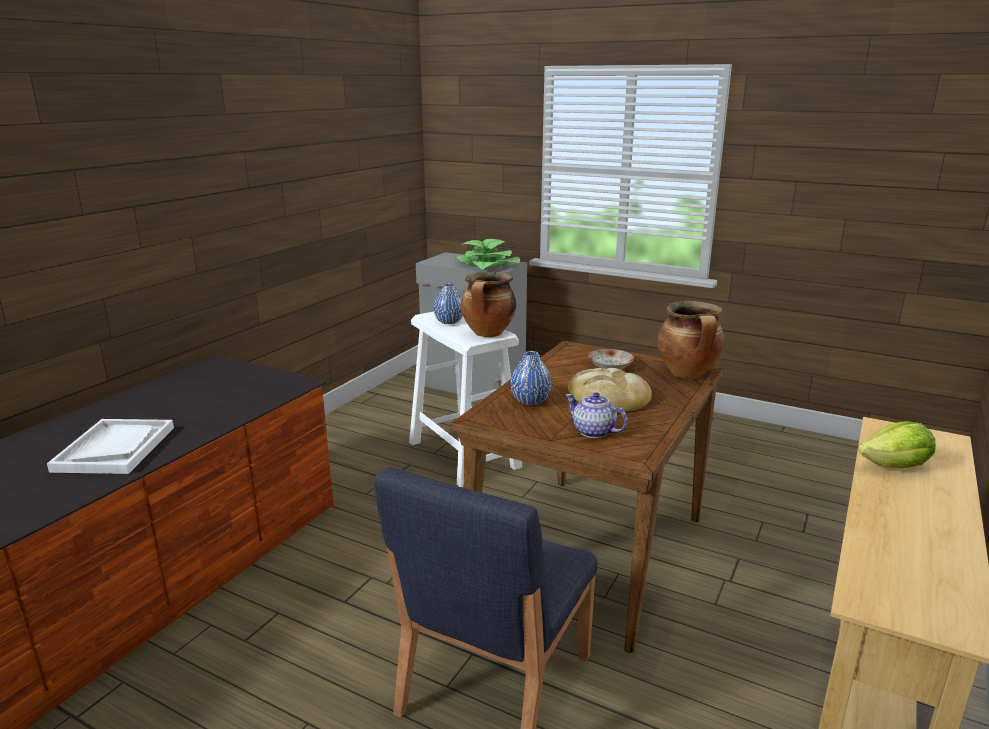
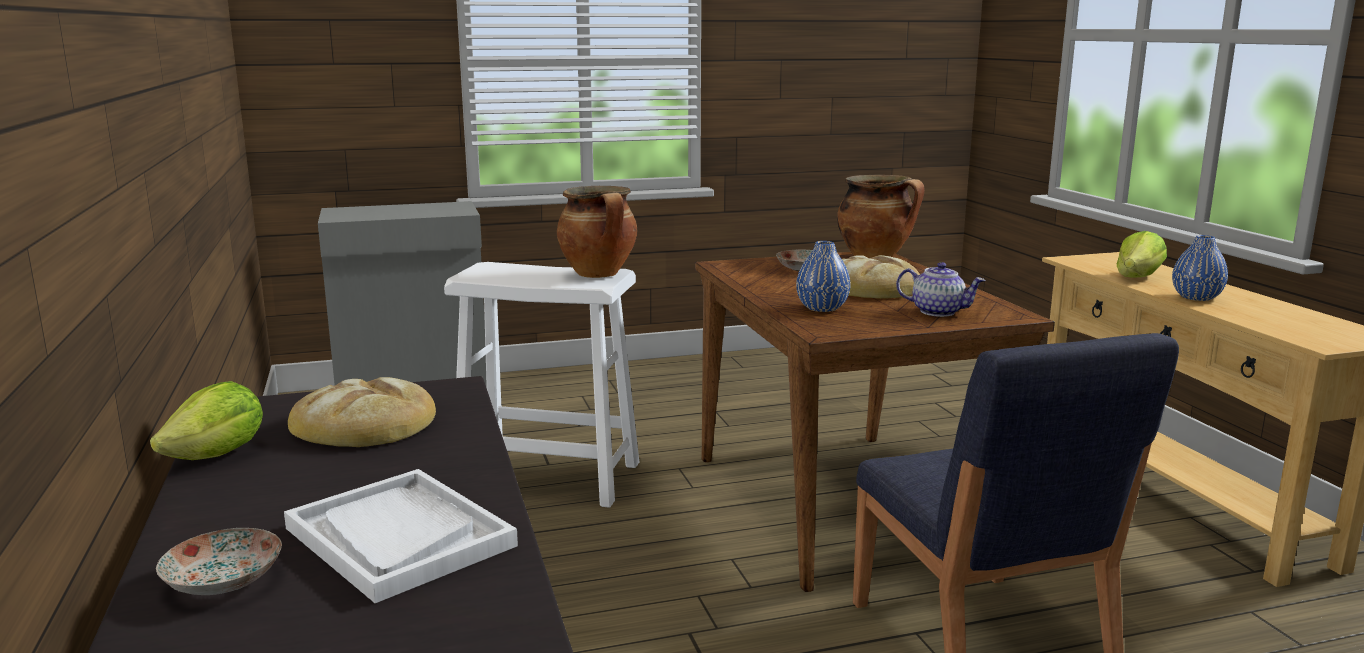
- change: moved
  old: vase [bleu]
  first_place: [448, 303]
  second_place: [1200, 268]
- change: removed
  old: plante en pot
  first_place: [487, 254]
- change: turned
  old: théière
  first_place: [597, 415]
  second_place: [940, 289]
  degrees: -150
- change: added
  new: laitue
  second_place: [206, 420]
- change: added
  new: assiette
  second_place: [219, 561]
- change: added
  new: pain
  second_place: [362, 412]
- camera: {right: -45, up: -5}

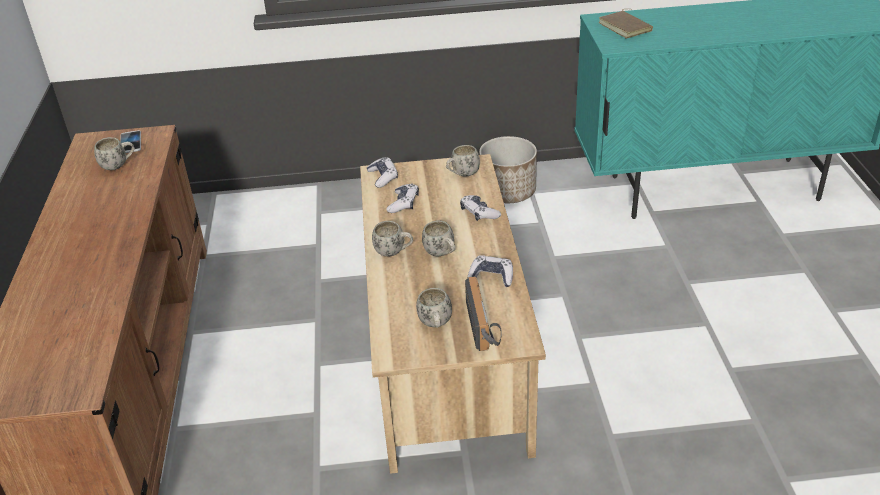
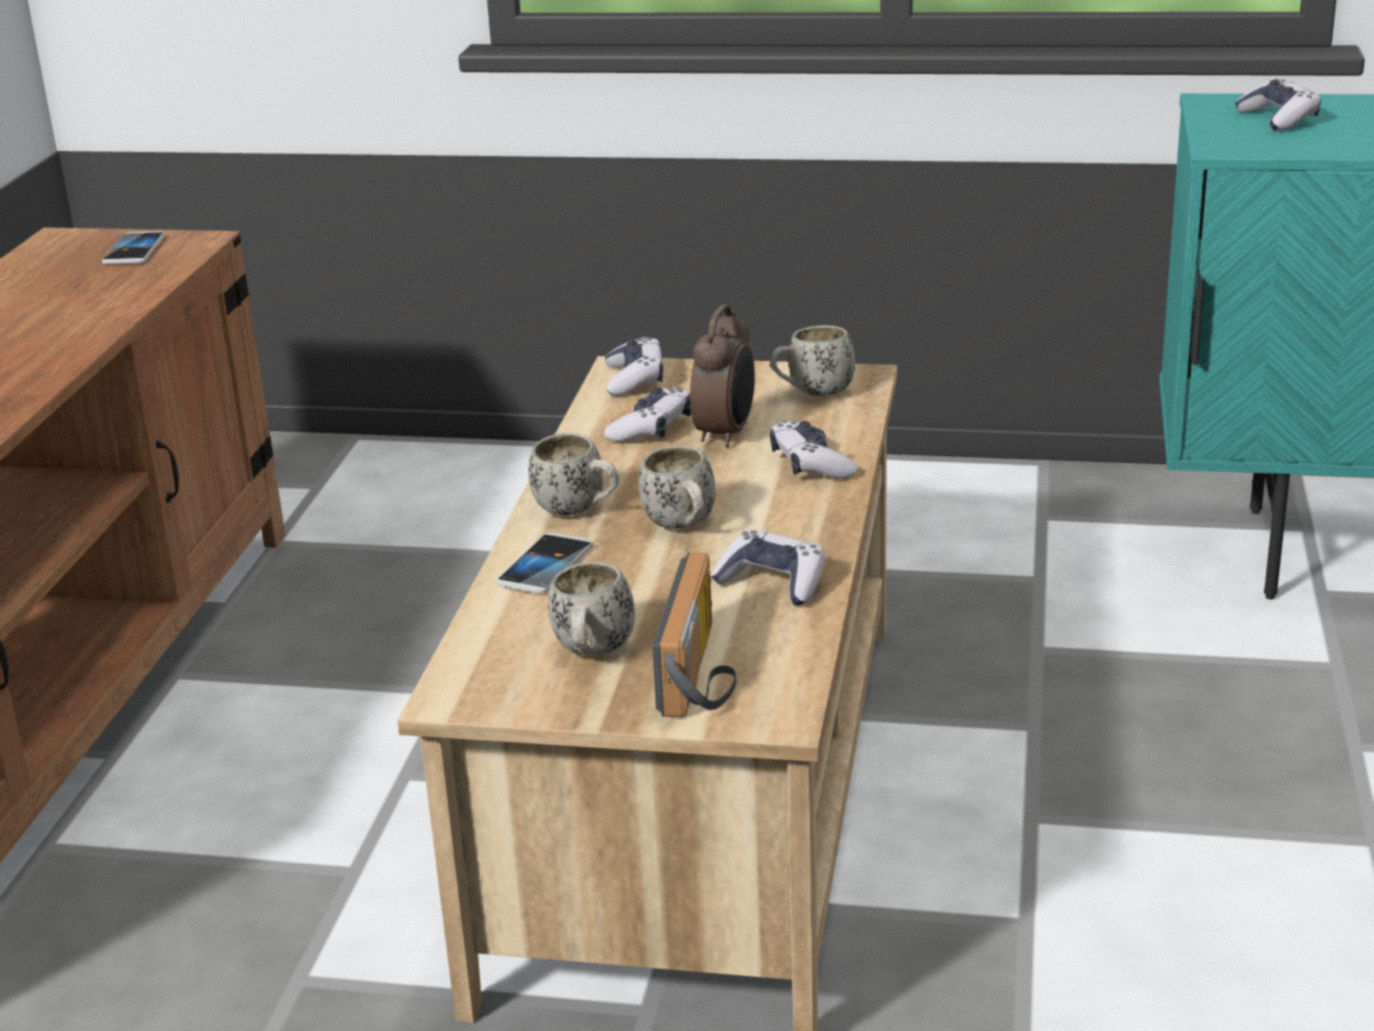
- change: removed
  old: mug [blanc]
  first_place: [114, 153]
- change: removed
  old: cache-pot
  first_place: [508, 169]
- change: replaced
  old: livre [marron]
  new: manette
  first_place: [626, 24]
  second_place: [1278, 104]
- change: added
  new: téléphone
  second_place: [545, 563]
- change: added
  new: réveil
  second_place: [722, 376]
- camera: {right: 15, up: -10}

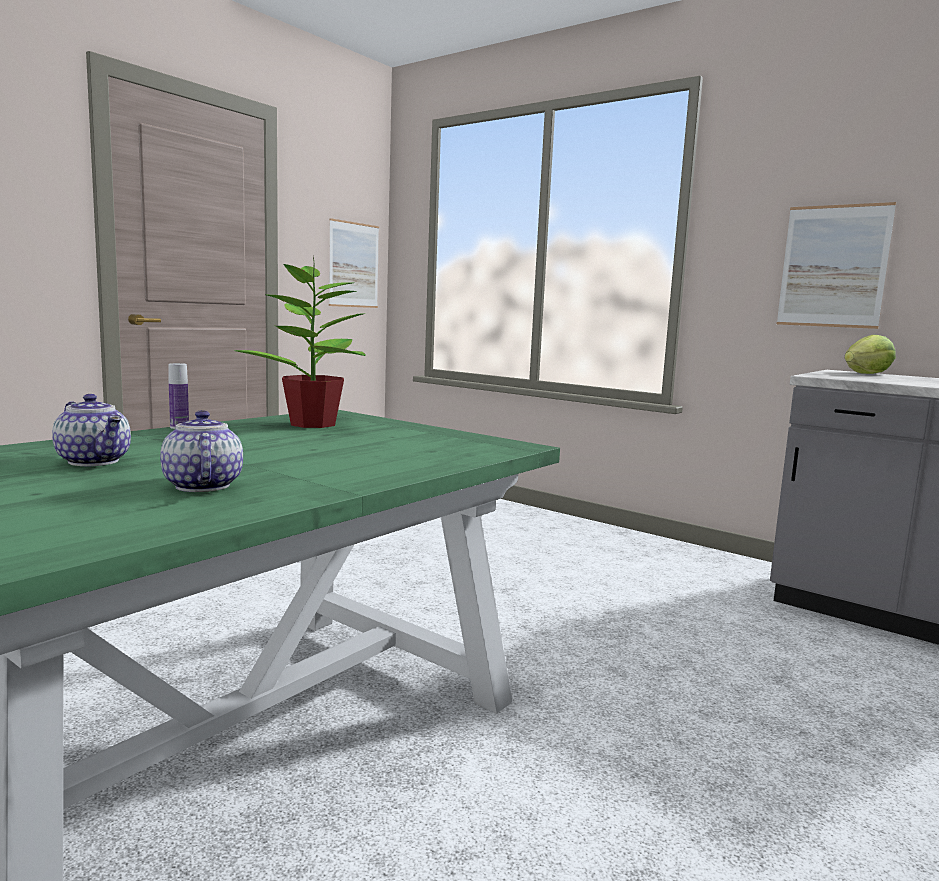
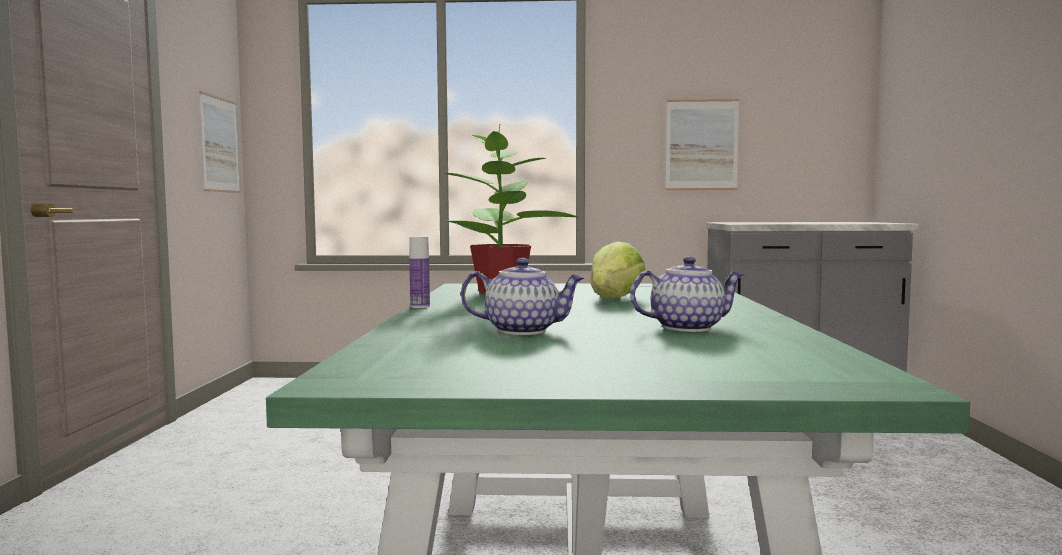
- change: turned
  old: théière
  first_place: [201, 451]
  second_place: [687, 294]
  degrees: 135
- change: moved
  old: laitue
  first_place: [870, 354]
  second_place: [618, 270]
- camera: {right: -35, up: -5}

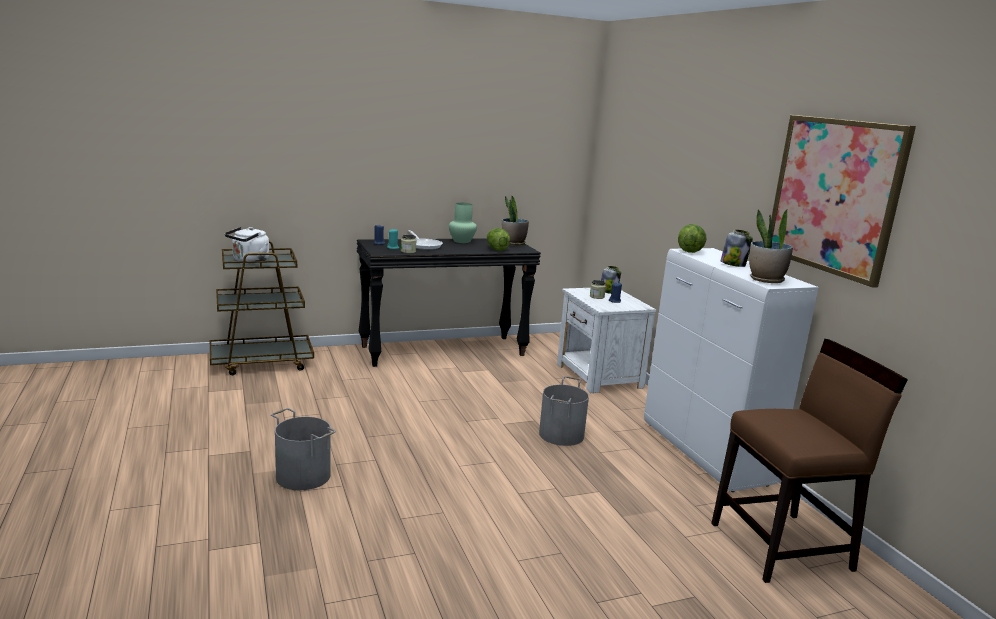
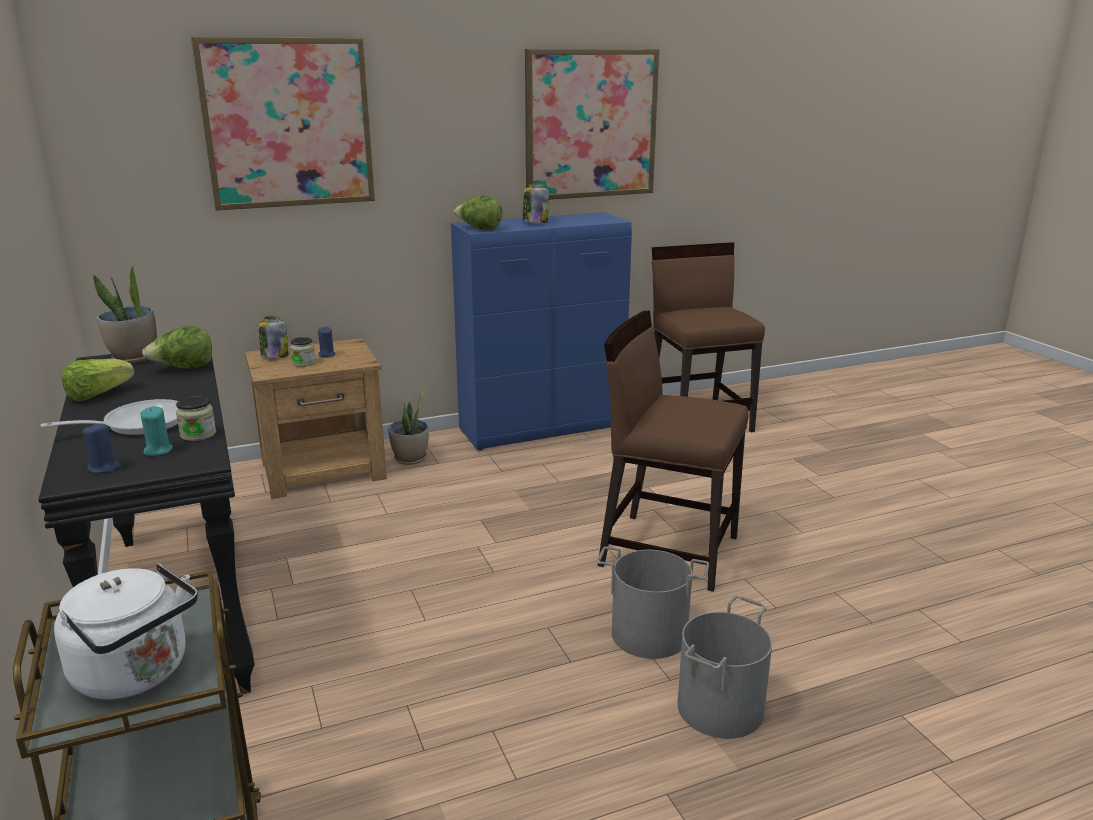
- change: replaced
  old: vase [vert]
  new: laitue
  first_place: [463, 223]
  second_place: [98, 380]
- change: moved
  old: seau [gris]
  first_place: [564, 411]
  second_place: [653, 602]
- change: recoloured
  old: table de chevet [blanc]
  new: table de chevet [marron]
  first_place: [607, 340]
  second_place: [316, 418]
- change: recoloured
  old: meuble de rangement [blanc]
  new: meuble de rangement [bleu]
  first_place: [731, 370]
  second_place: [541, 331]
- change: moved
  old: plante en pot
  first_place: [771, 246]
  second_place: [408, 427]
- change: added
  new: tableau
  second_place: [283, 124]
- change: added
  new: chaise [marron]
  second_place: [673, 451]
- camera: {right: -90, up: 5}

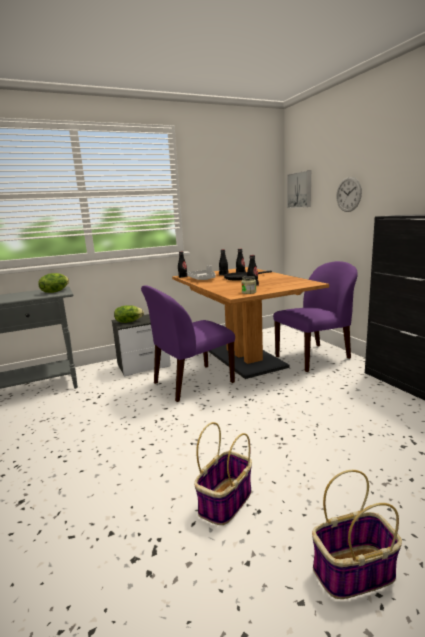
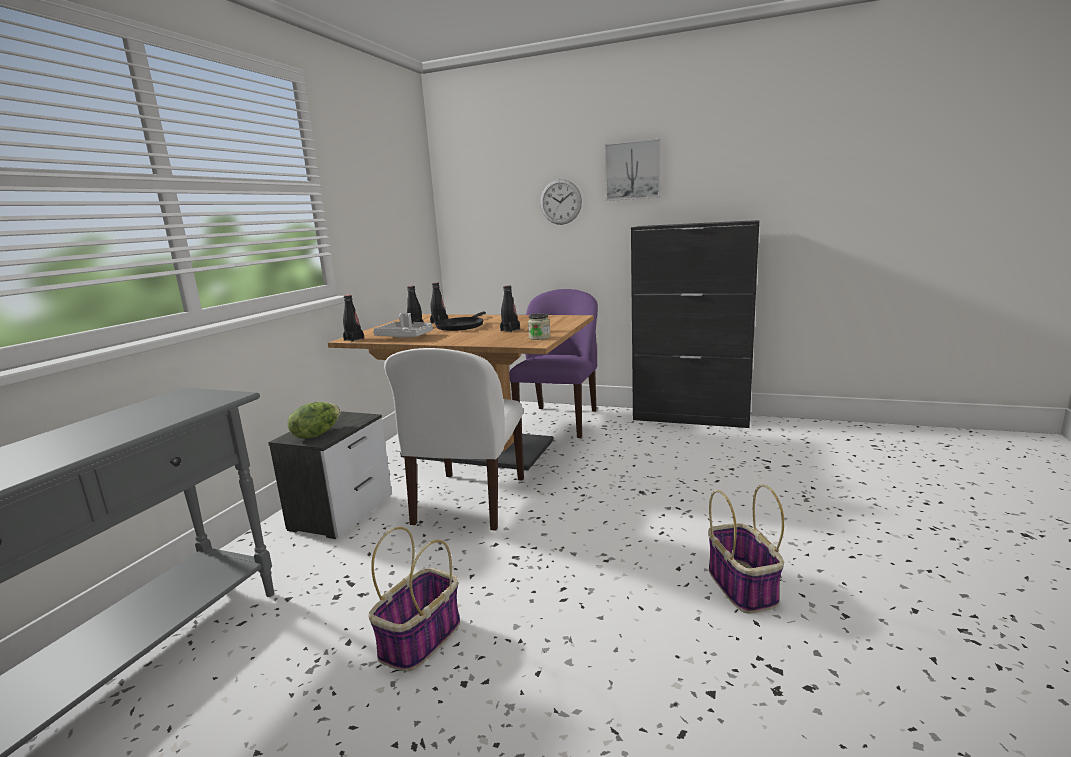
- change: removed
  old: laitue
  first_place: [53, 283]
- change: recoloured
  old: chaise [violet]
  new: chaise [blanc]
  first_place: [188, 343]
  second_place: [454, 439]
- change: moved
  old: tableau
  first_place: [299, 189]
  second_place: [633, 170]
- change: moved
  old: panier
  first_place: [357, 534]
  second_place: [414, 599]
- camera: {right: -45, up: 0}

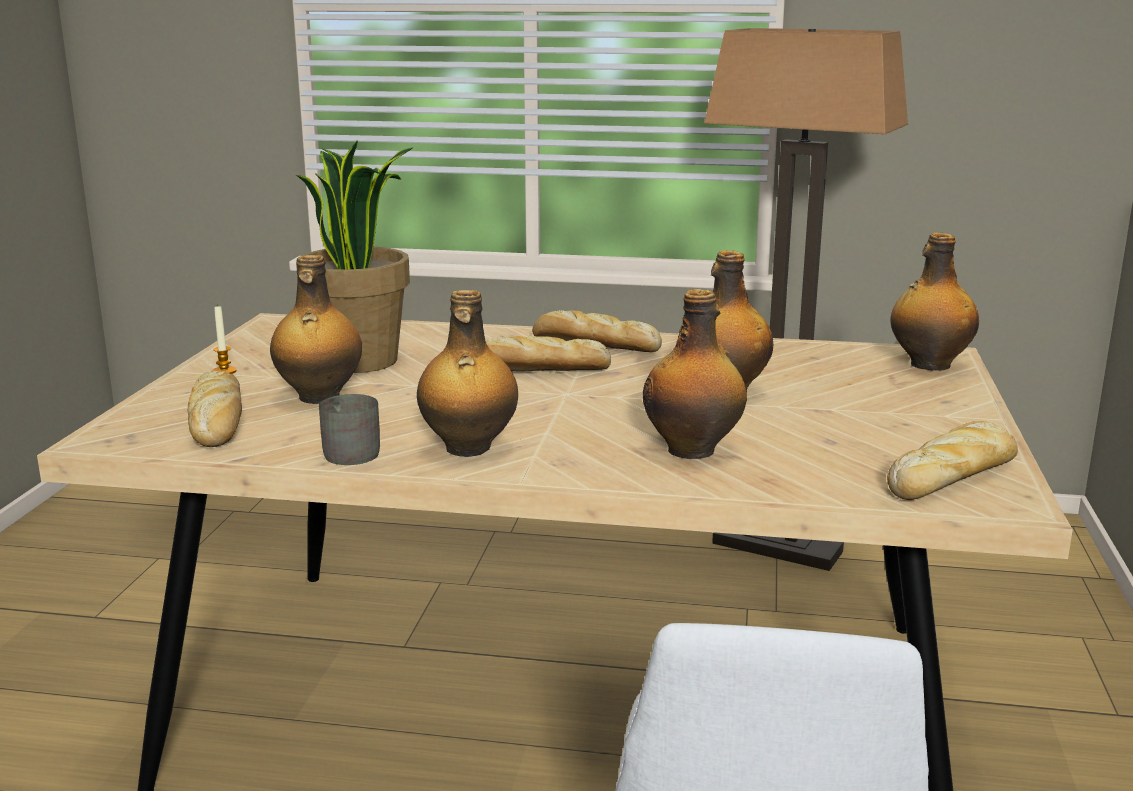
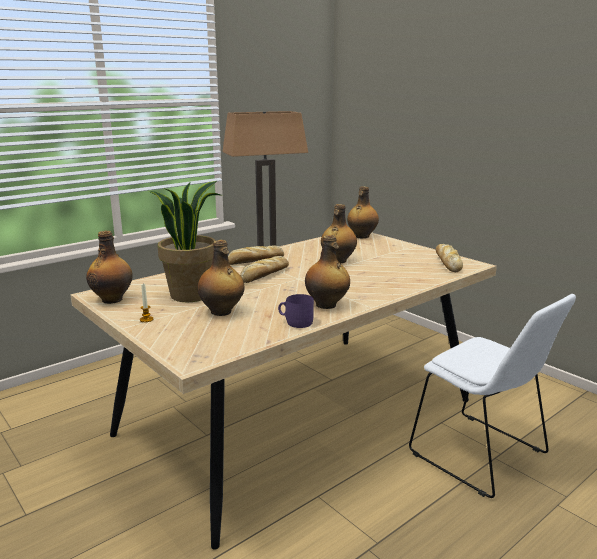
- change: removed
  old: pain
  first_place: [215, 409]
- change: recoloured
  old: mug [gris]
  new: mug [violet]
  first_place: [349, 429]
  second_place: [296, 311]
- change: moved
  old: bouteille
  first_place: [695, 374]
  second_place: [109, 267]
- camera: {right: -50, up: 0}

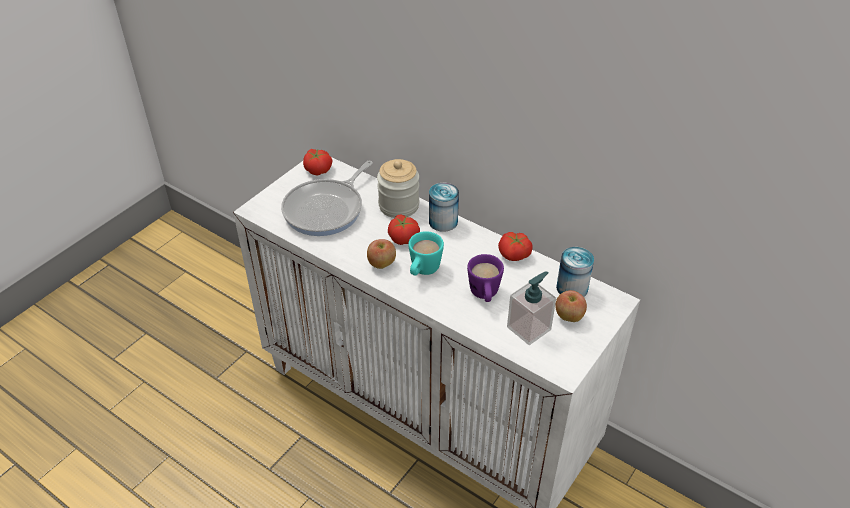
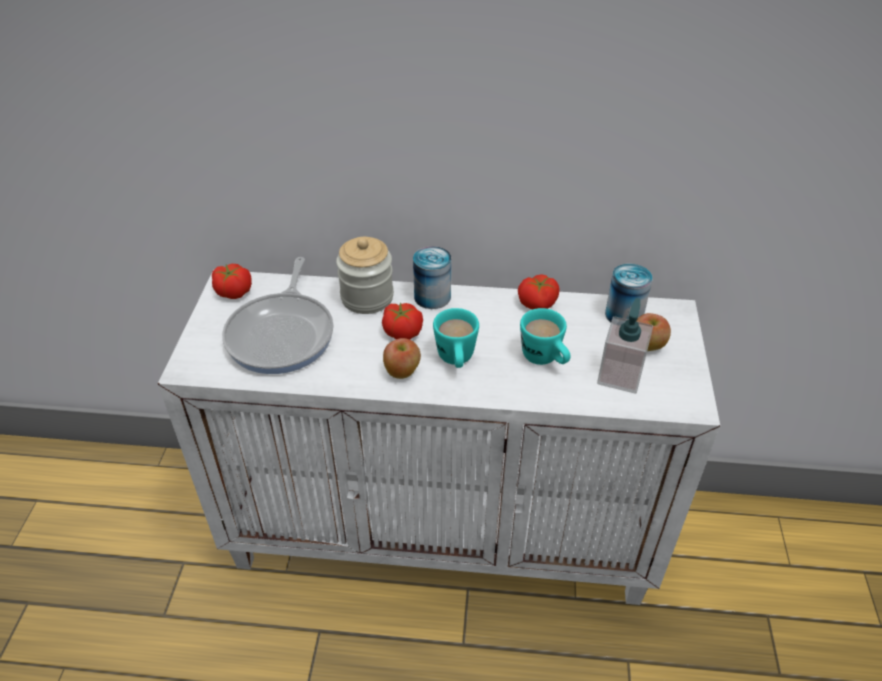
- change: recoloured
  old: mug [violet]
  new: mug [turquoise]
  first_place: [485, 278]
  second_place: [545, 336]
- camera: {right: -30, up: 0}

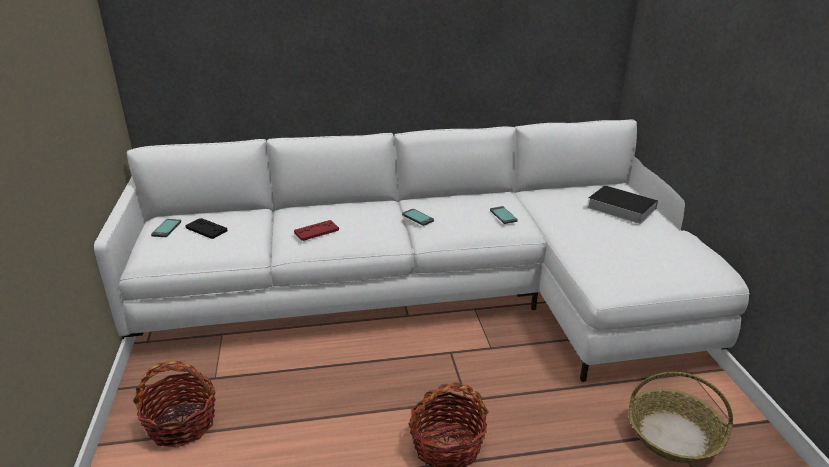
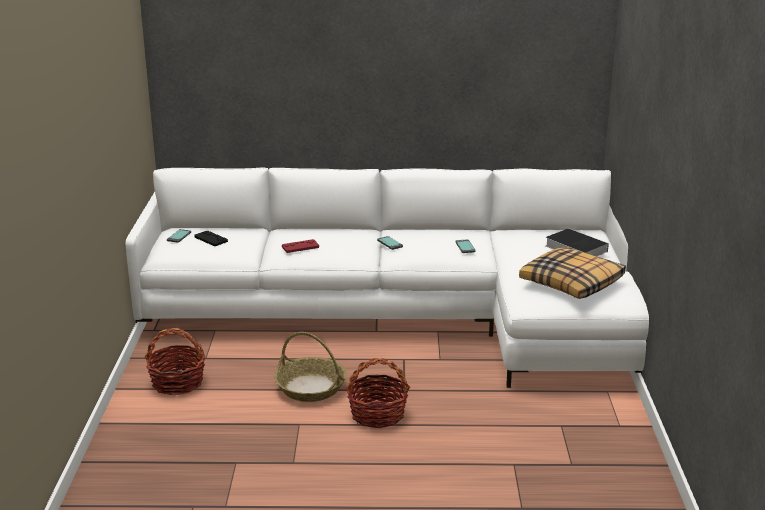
- change: moved
  old: panier
  first_place: [680, 417]
  second_place: [310, 367]
- change: added
  new: coussin
  second_place: [572, 272]
- camera: {right: 10, up: -5}

